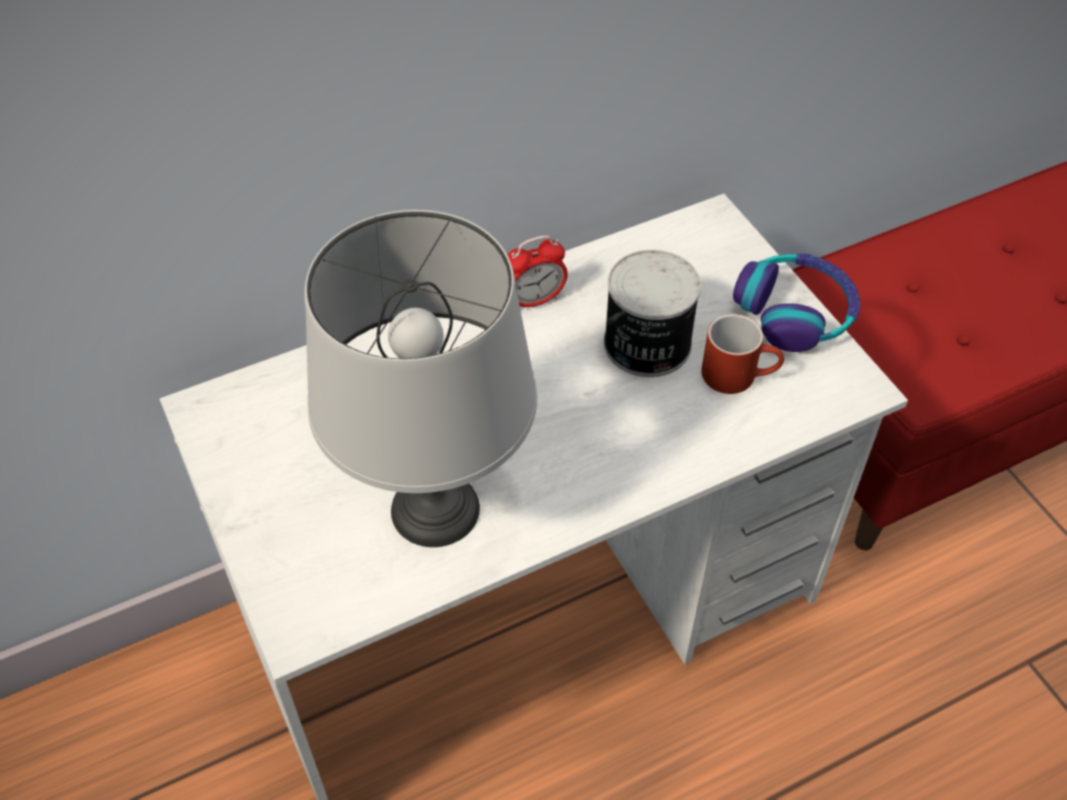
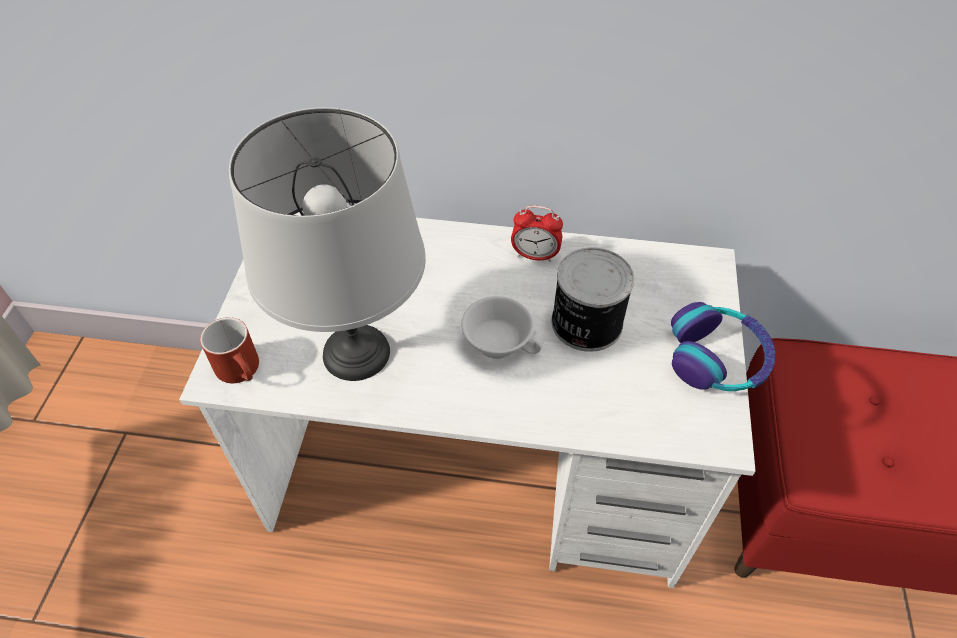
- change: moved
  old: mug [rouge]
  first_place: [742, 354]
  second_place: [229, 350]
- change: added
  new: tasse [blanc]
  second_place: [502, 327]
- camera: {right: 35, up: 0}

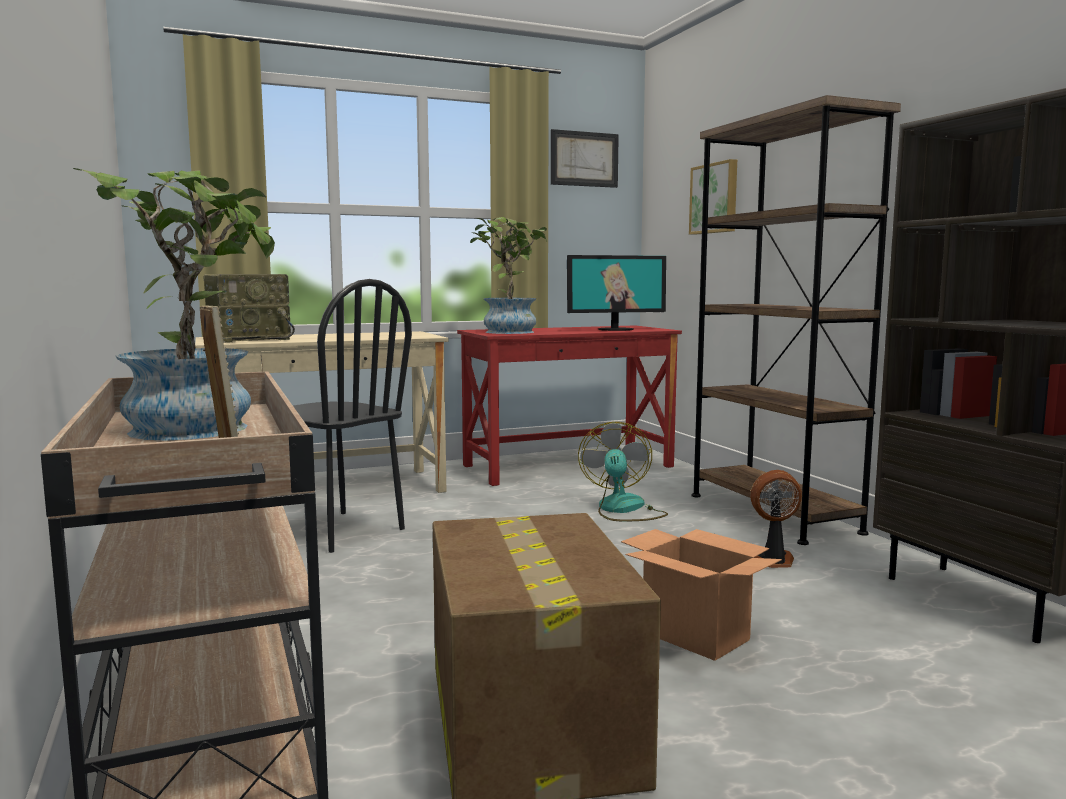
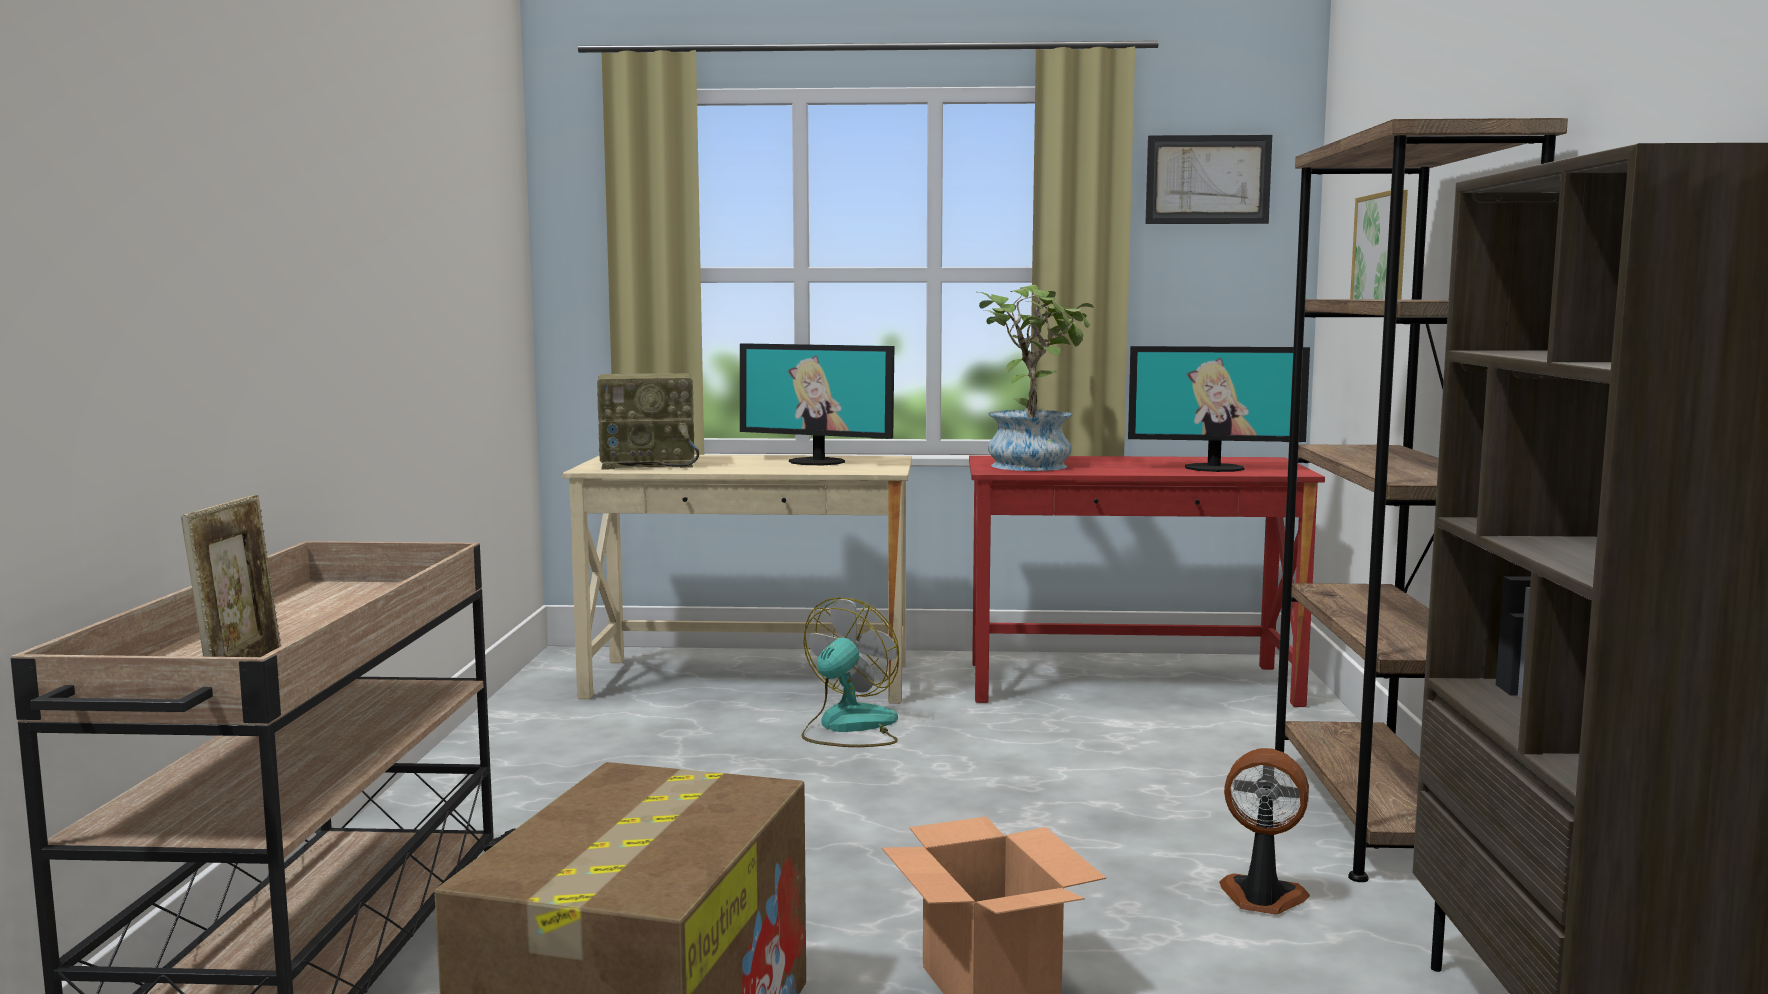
- change: removed
  old: plante en pot
  first_place: [174, 304]
- change: removed
  old: chaise [noir]
  first_place: [352, 416]
- change: moved
  old: ventilateur
  first_place: [623, 472]
  second_place: [850, 672]
- change: added
  new: écran d'ordinateur
  second_place: [817, 404]
- camera: {right: 25, up: 0}

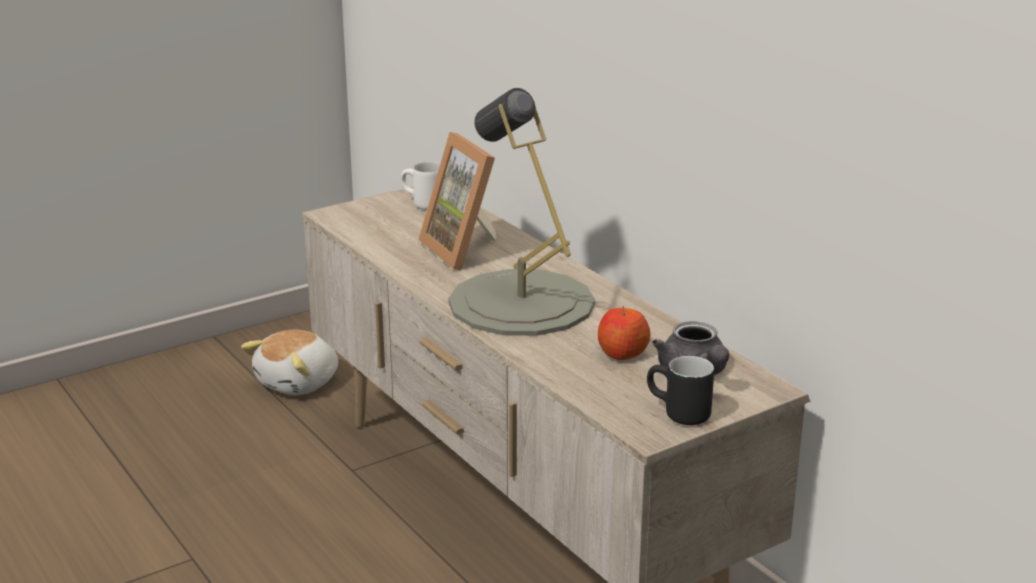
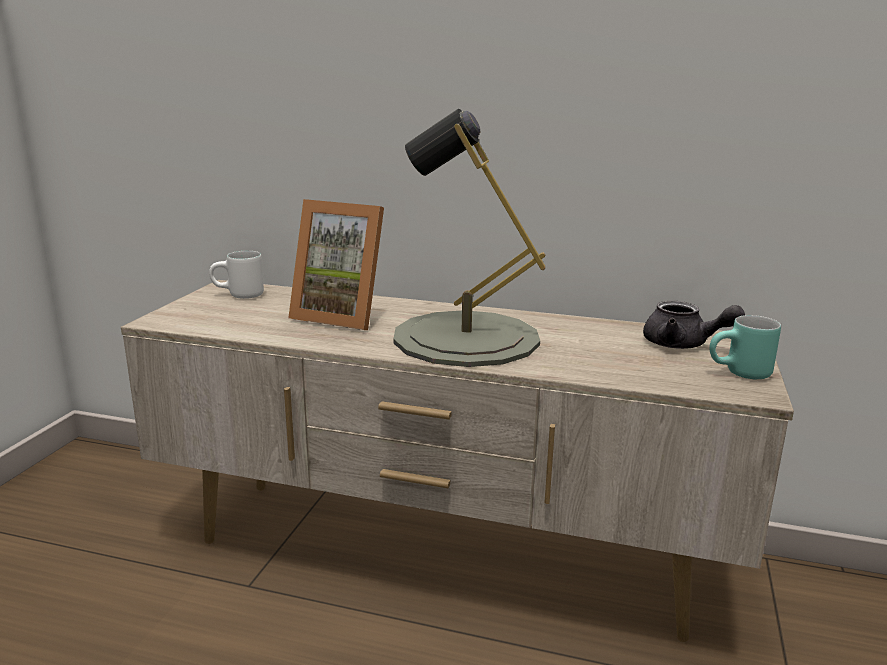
- change: removed
  old: peluche
  first_place: [289, 362]
- change: removed
  old: pomme
  first_place: [624, 333]
- change: recoloured
  old: mug [noir]
  new: mug [turquoise]
  first_place: [680, 390]
  second_place: [745, 347]
- camera: {right: -40, up: -5}

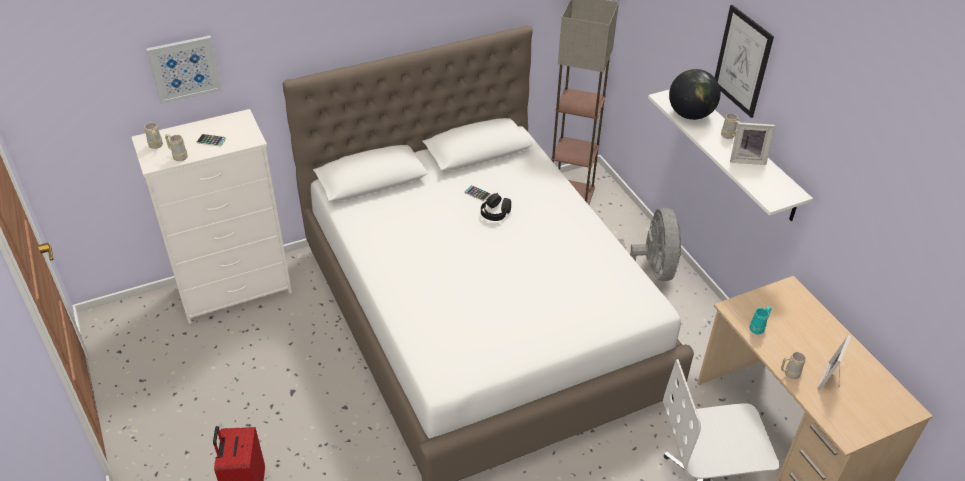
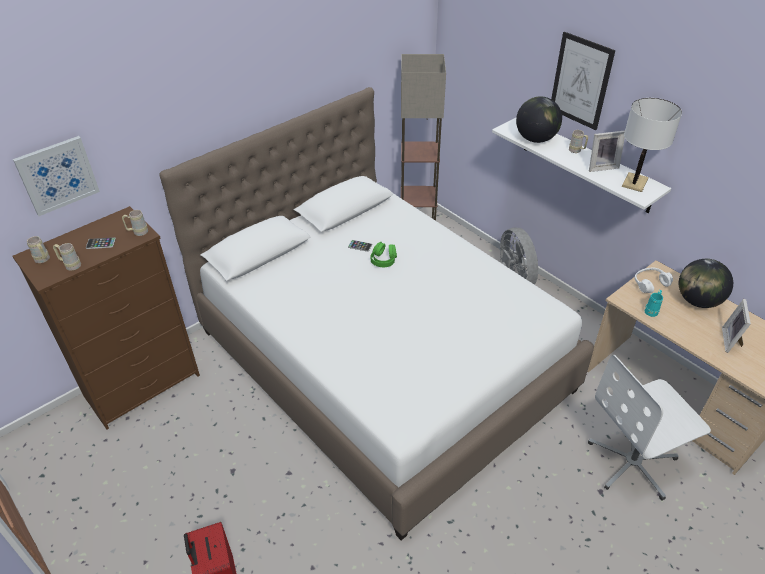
- change: recoloured
  old: commode [blanc]
  new: commode [marron]
  first_place: [211, 216]
  second_place: [106, 318]
- change: recoloured
  old: casque audio [noir]
  new: casque audio [vert]
  first_place: [496, 207]
  second_place: [384, 254]
- change: moved
  old: mug [beige]
  first_place: [793, 365]
  second_place: [135, 223]
- change: added
  new: lampe de table [blanc]
  second_place: [652, 145]
- change: added
  new: casque audio [blanc]
  second_place: [653, 280]
- change: added
  new: globe
  second_place: [706, 283]
- camera: {right: -15, up: 0}

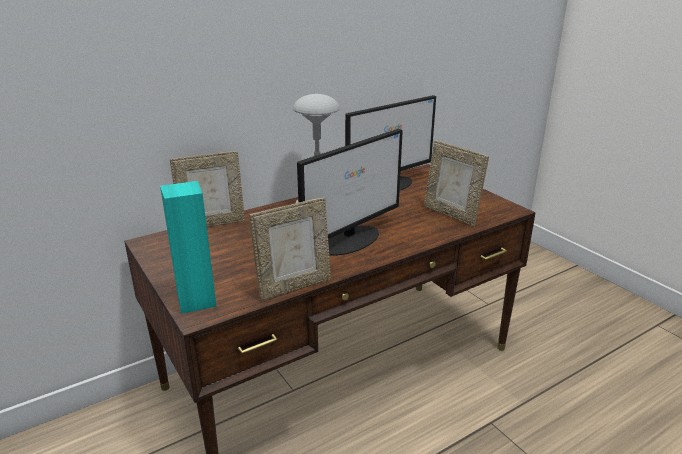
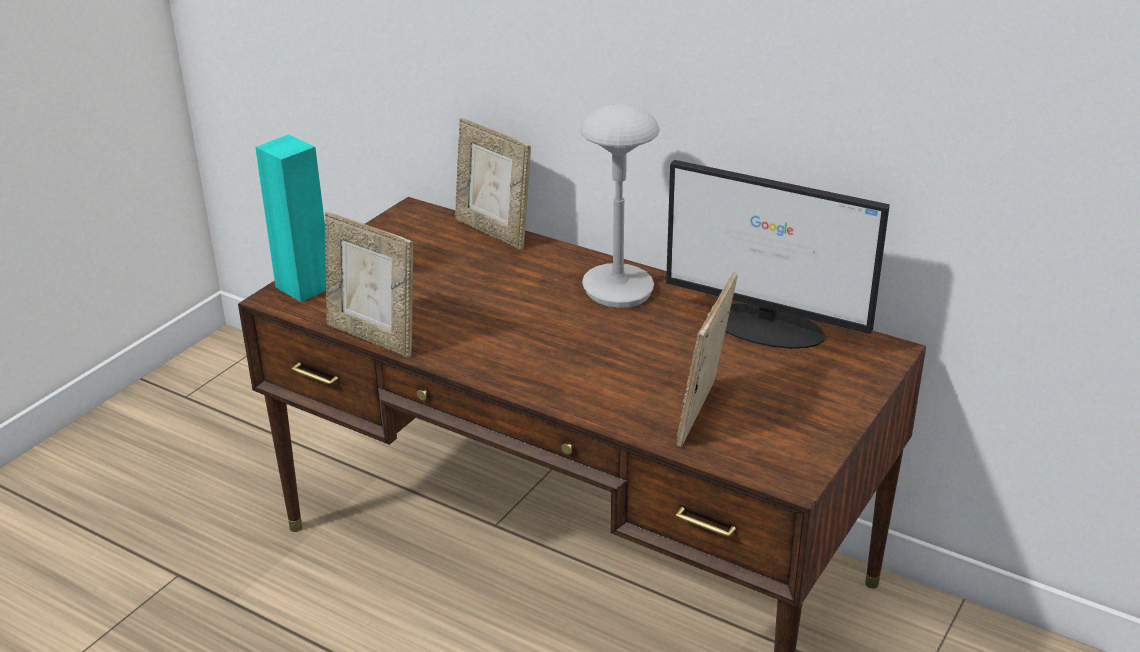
- change: removed
  old: écran d'ordinateur
  first_place: [350, 192]
- camera: {right: 65, up: 5}

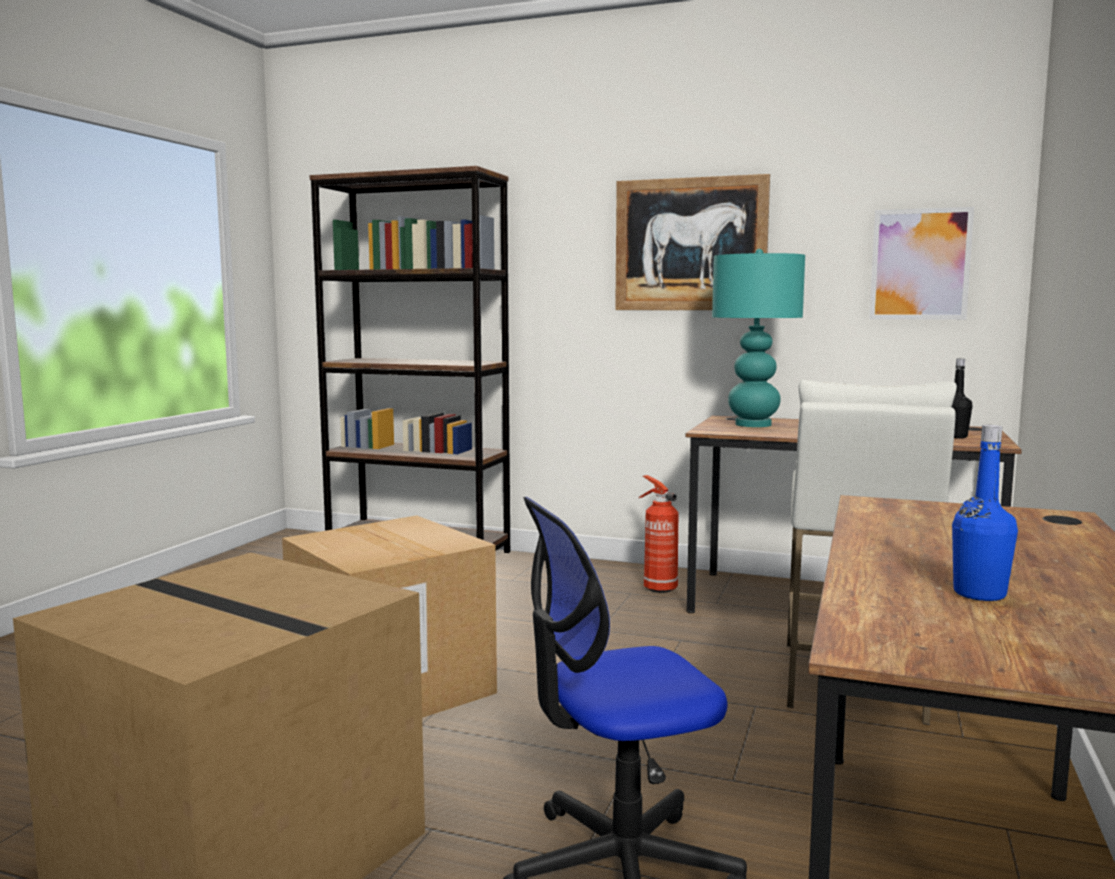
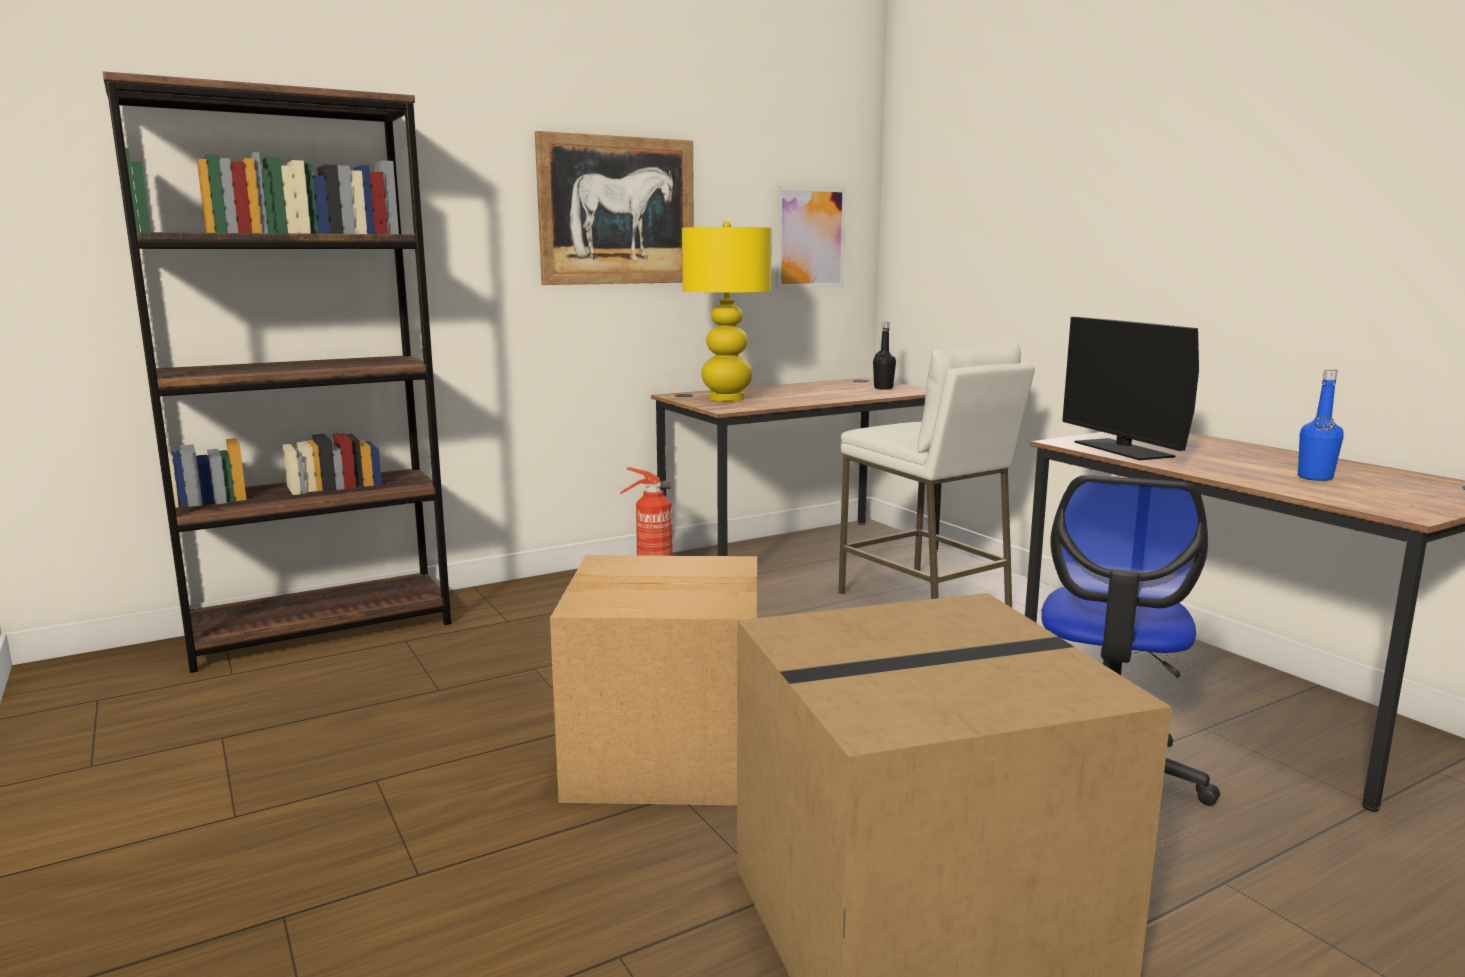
- change: recoloured
  old: lampe de table [turquoise]
  new: lampe de table [jaune]
  first_place: [758, 338]
  second_place: [727, 311]
- change: added
  new: écran d'ordinateur
  second_place: [1130, 388]
- camera: {right: -50, up: 5}

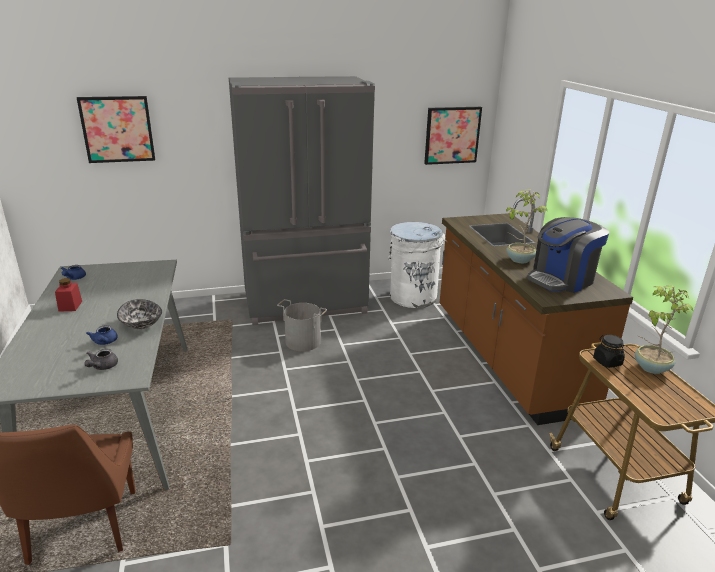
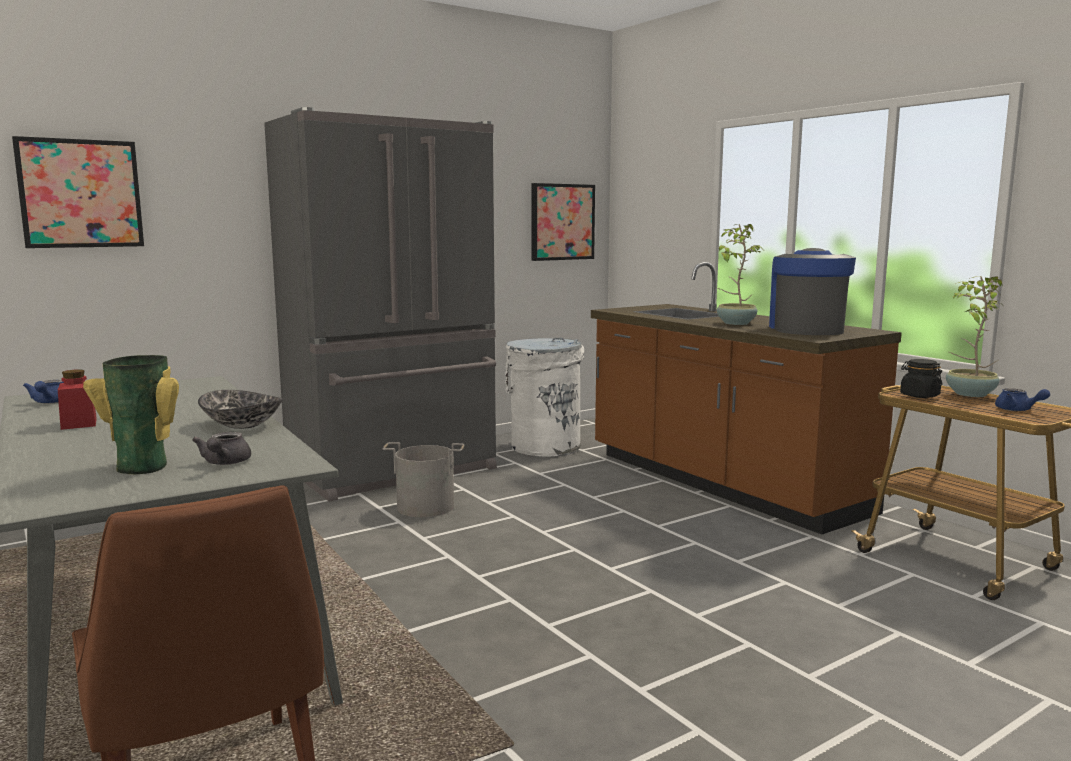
- change: moved
  old: théière [bleu]
  first_place: [102, 335]
  second_place: [1022, 399]
- change: turned
  old: machine à café
  first_place: [568, 255]
  second_place: [812, 291]
  degrees: 150
- change: added
  new: vase
  second_place: [131, 414]
- camera: {right: -20, up: -15}

